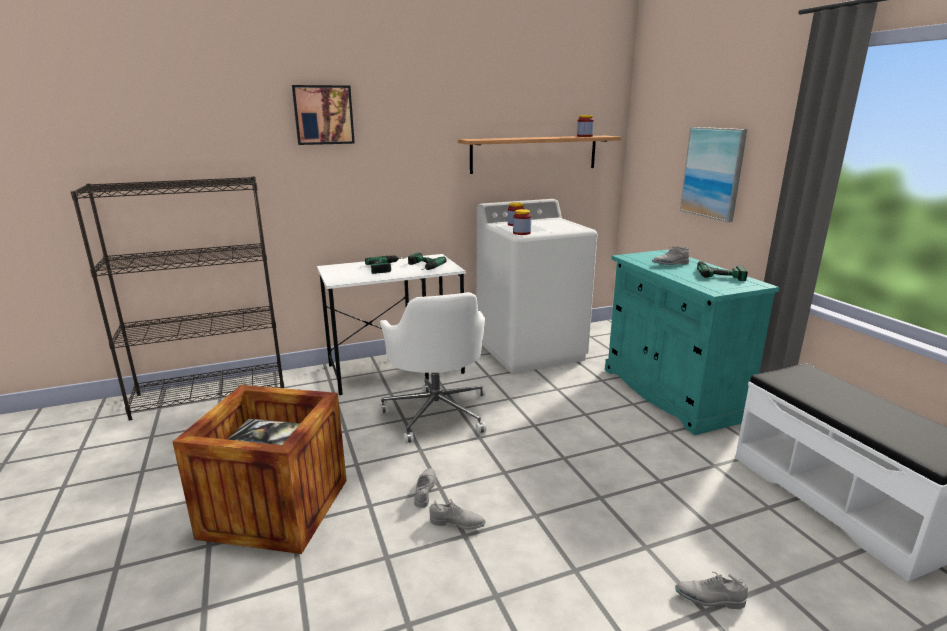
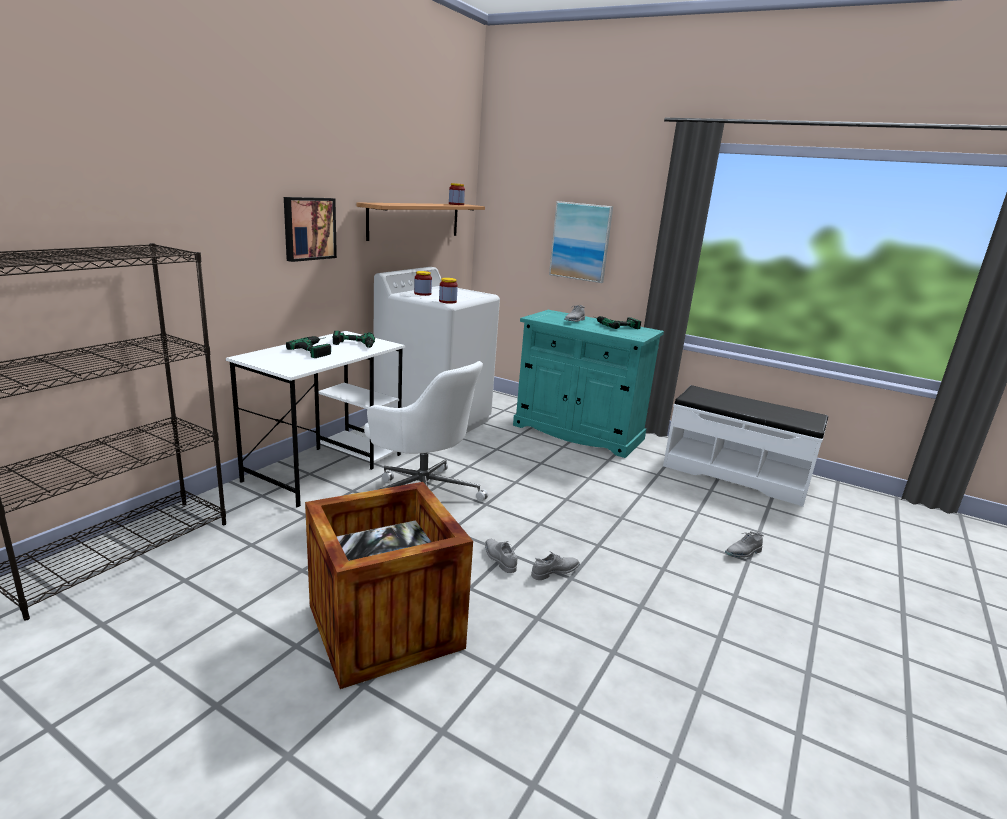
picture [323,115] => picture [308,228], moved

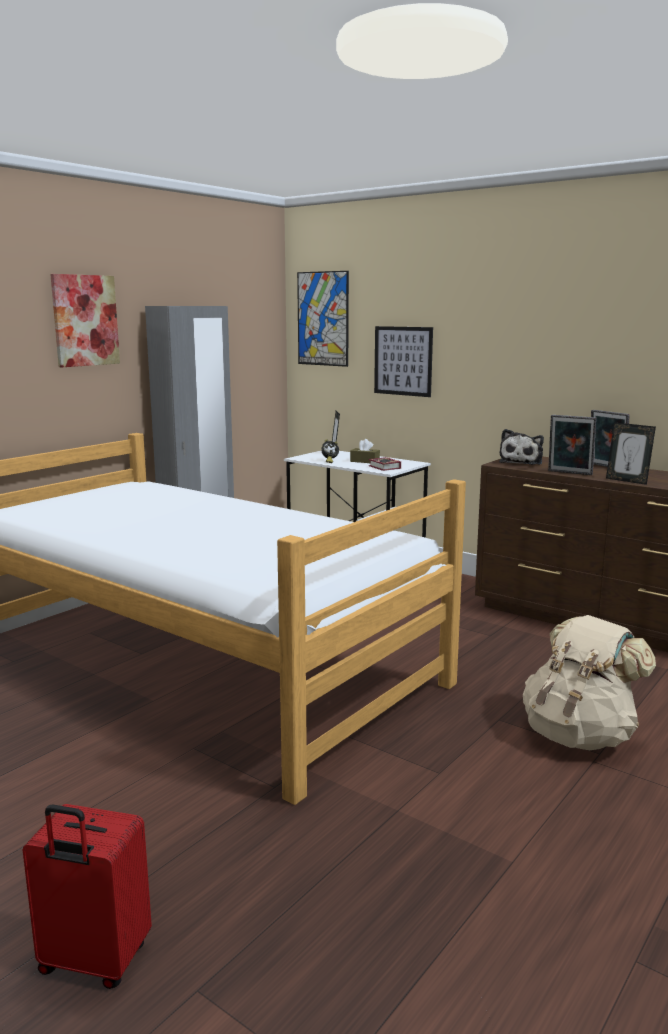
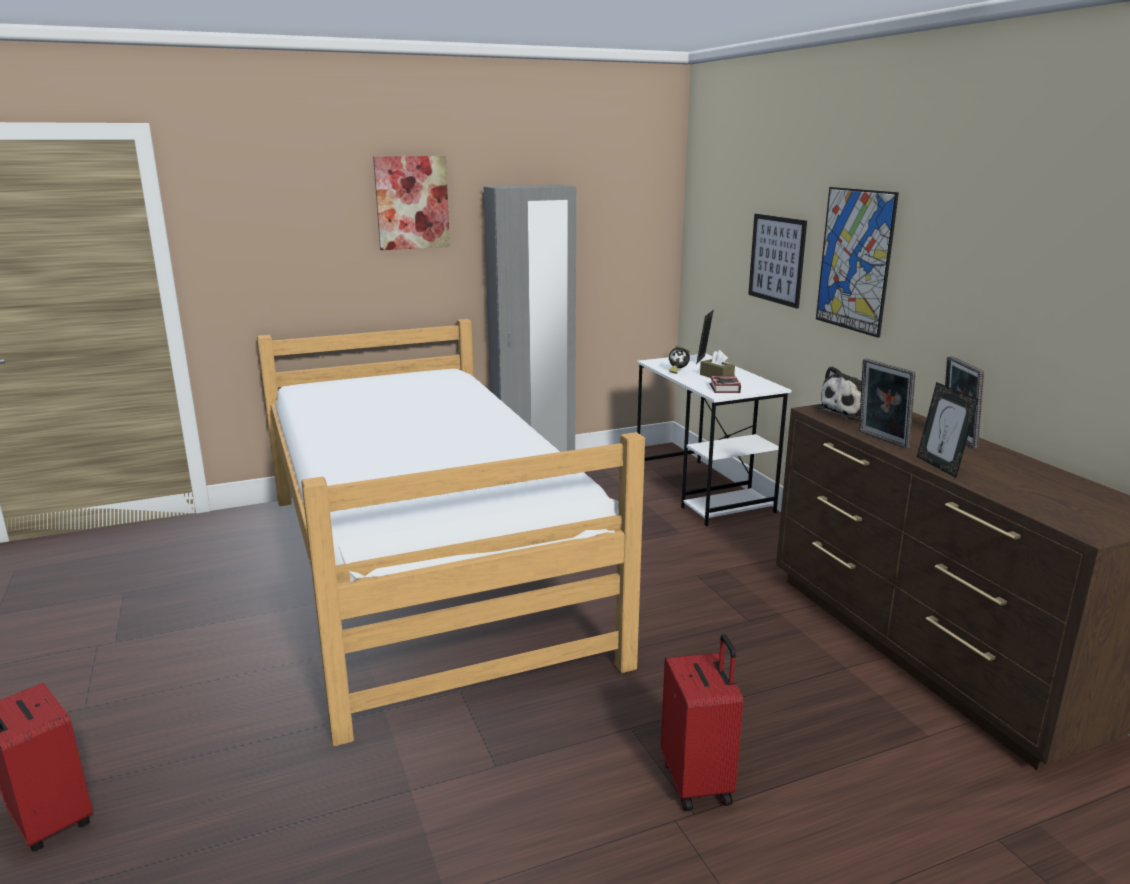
beige backpack [579,735] => red suitcase [698,782]
picture [323,319] => picture [855,260], moved

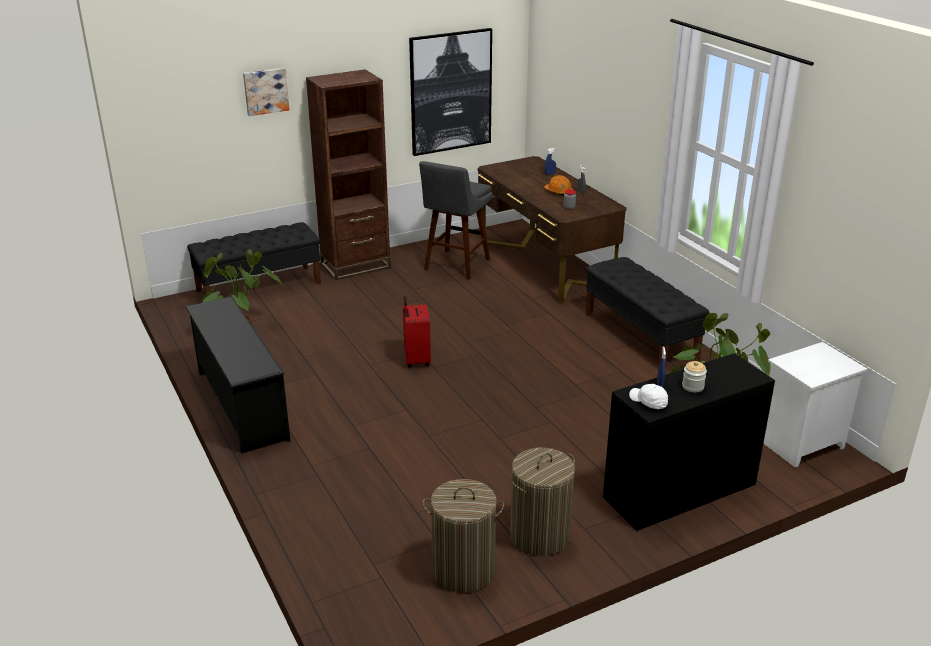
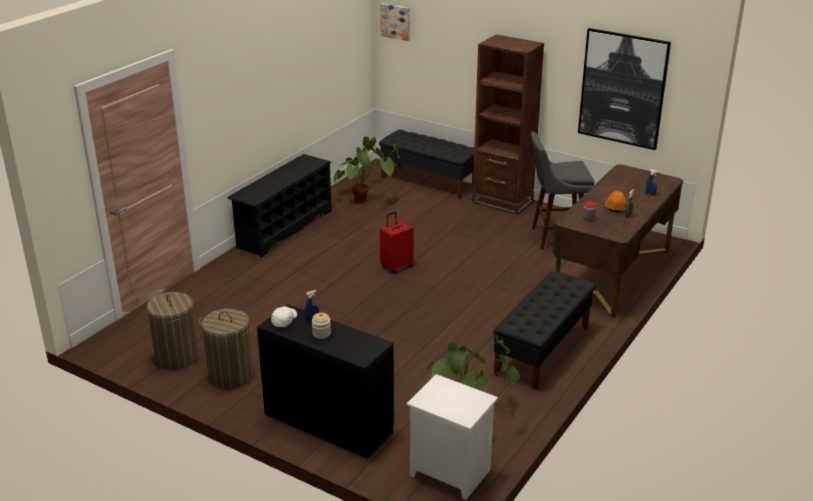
picture [265,91] => picture [396,21], moved

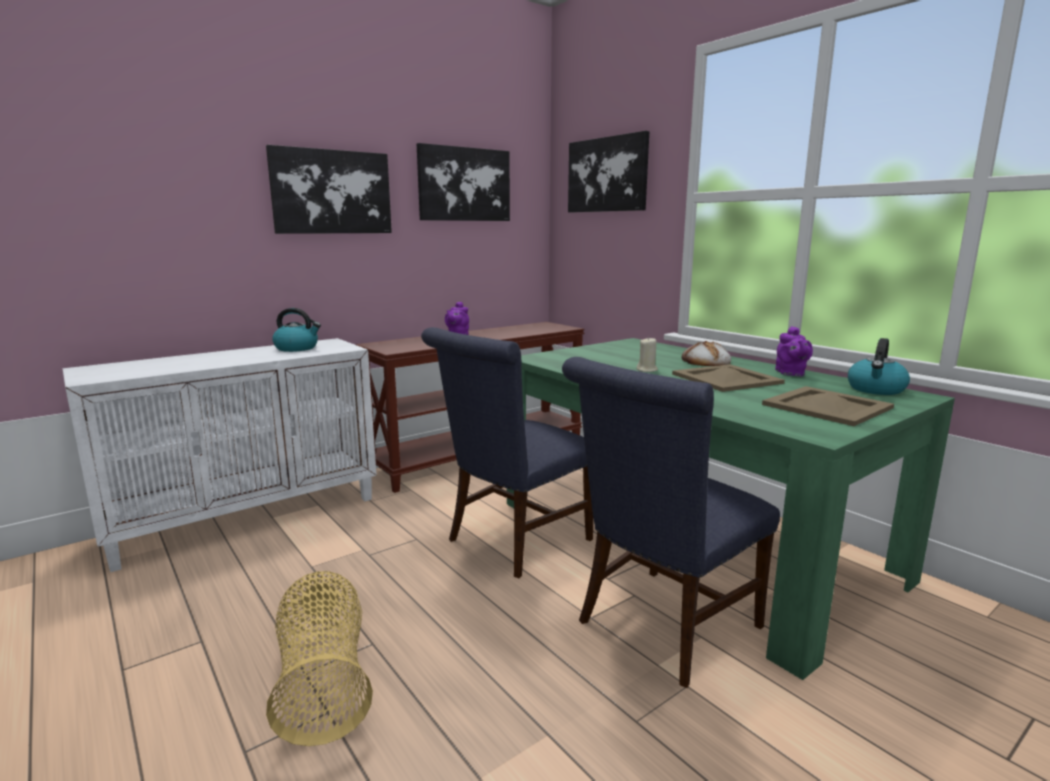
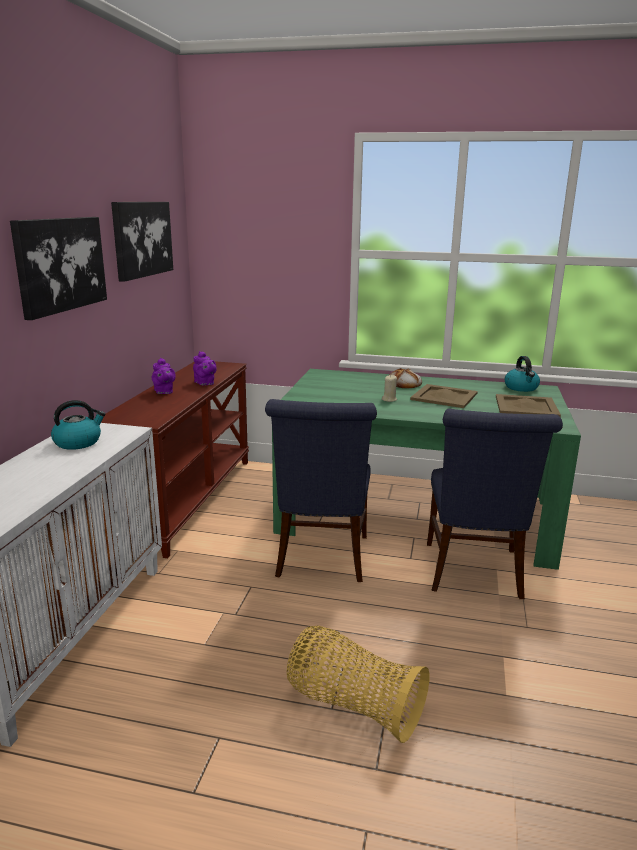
purple teapot [790,373] => purple teapot [205,383], moved
picture [607,175] => nothing

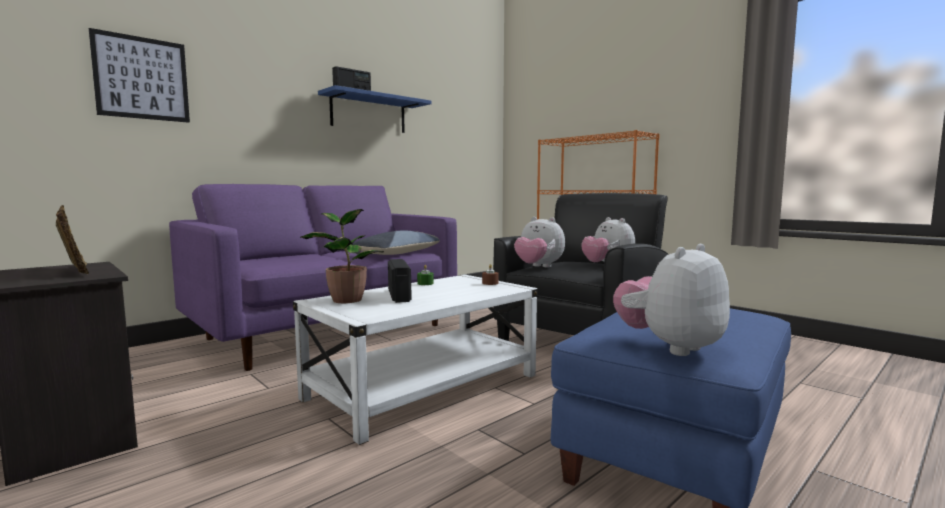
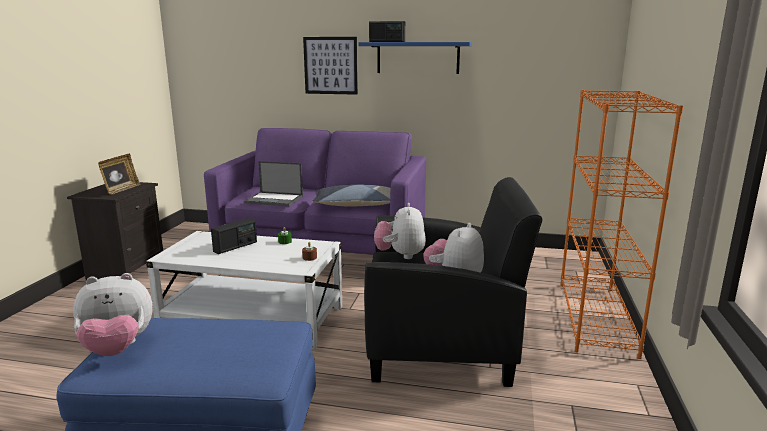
plush toy [670,347] => plush toy [117,348], 150 degrees clockwise
nothing => laptop [275,199]
picture [142,78] => picture [330,65], moved
potted plant [345,300] => nothing

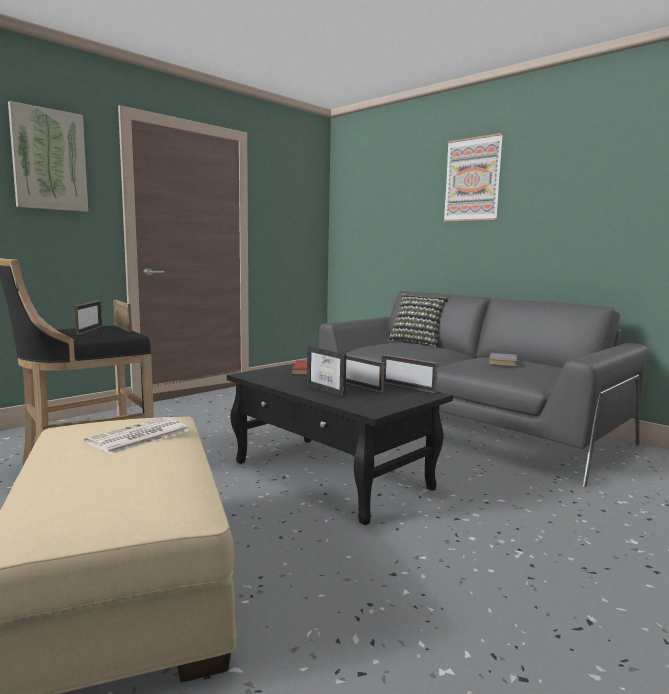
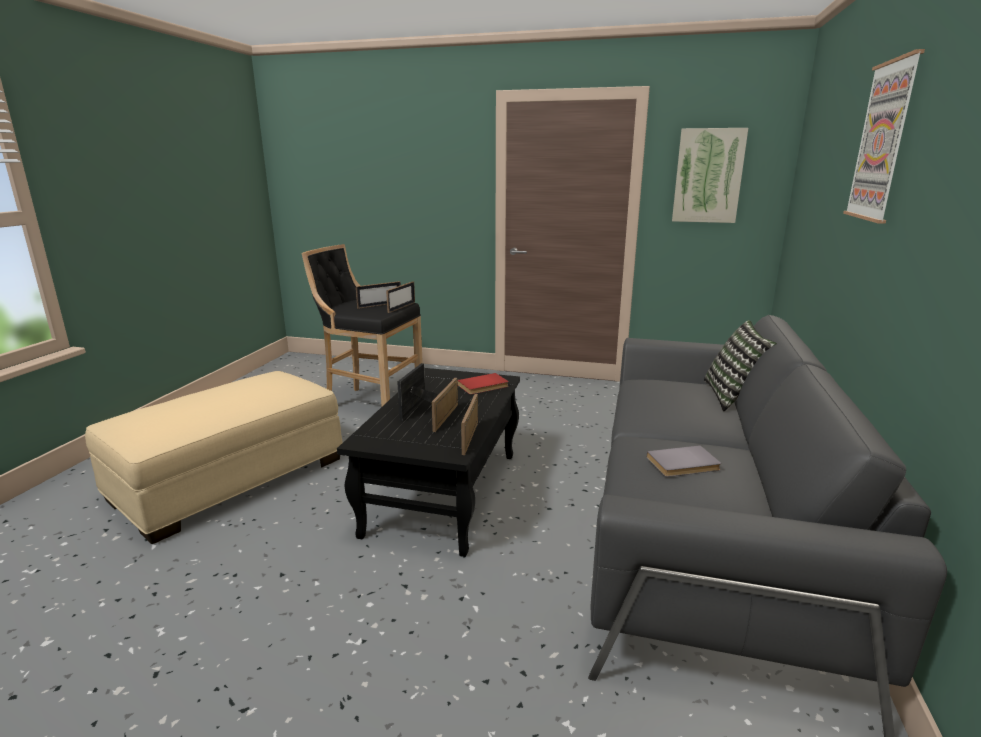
picture [49,160] => picture [708,176], moved
newspaper [138,437] => nothing

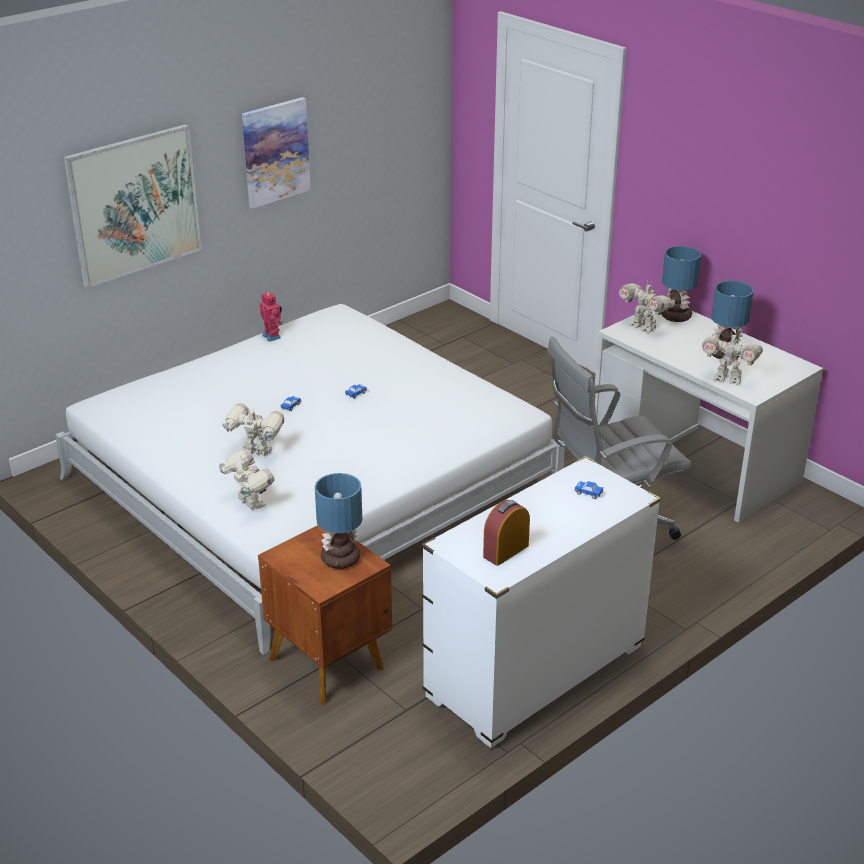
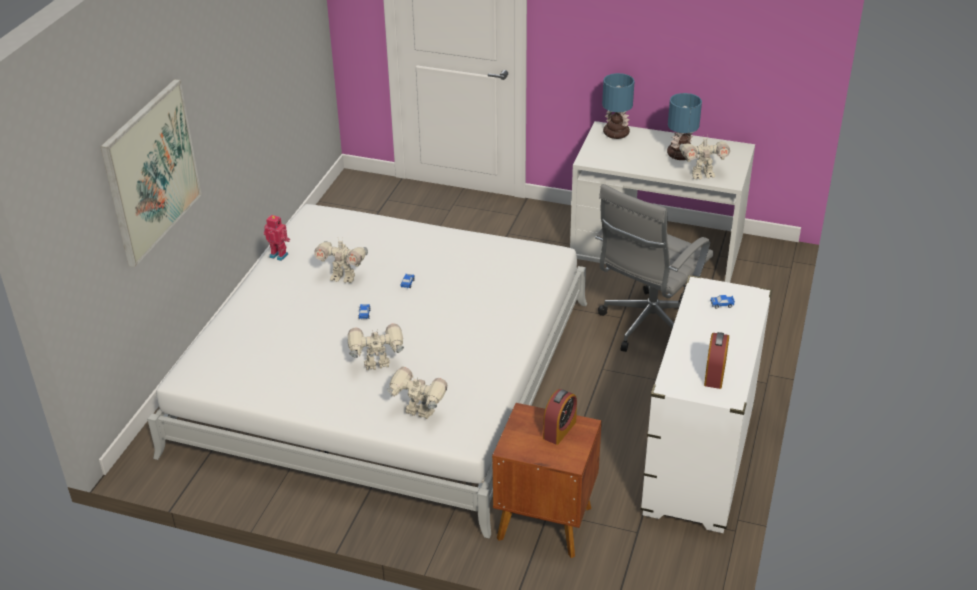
toy robot [643,326] => toy robot [343,277], moved
table lamp [341,558] => alarm clock [559,430]
picture [275,152] => nothing

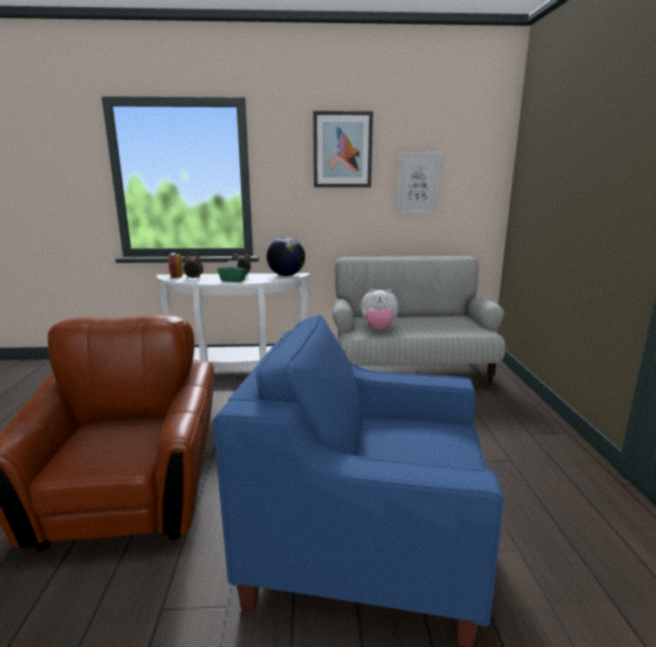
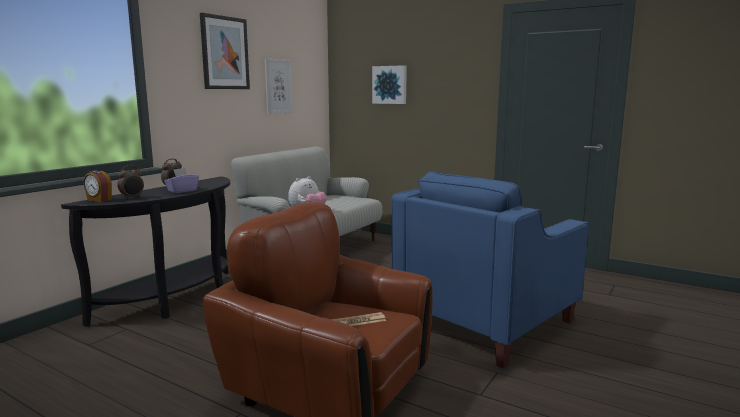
white console table [236,371] => black console table [177,300]
green tissue box [233,280] => purple tissue box [182,191]
nothing => newspaper [358,321]
nothing => picture [390,85]
globe [286,275] => nothing

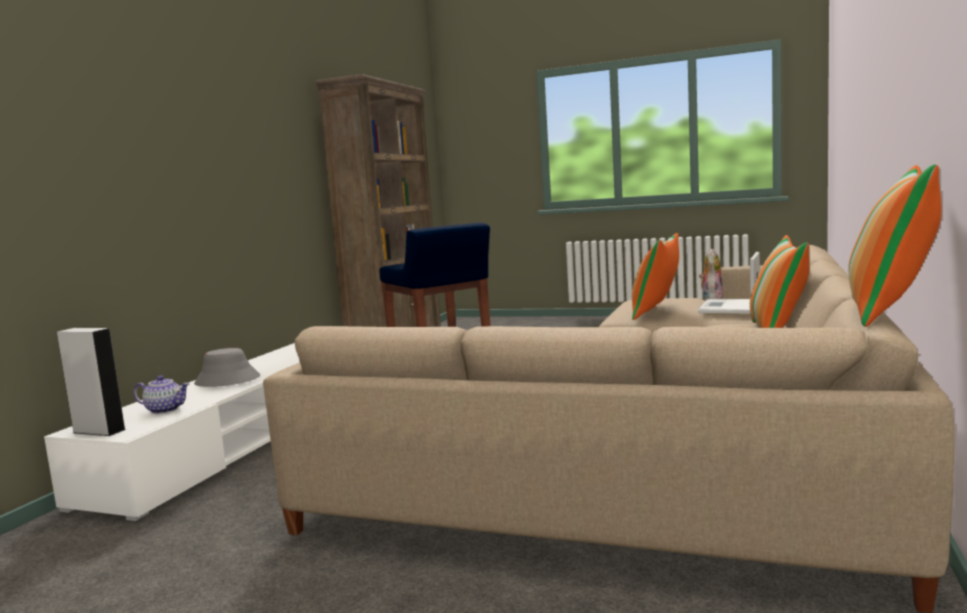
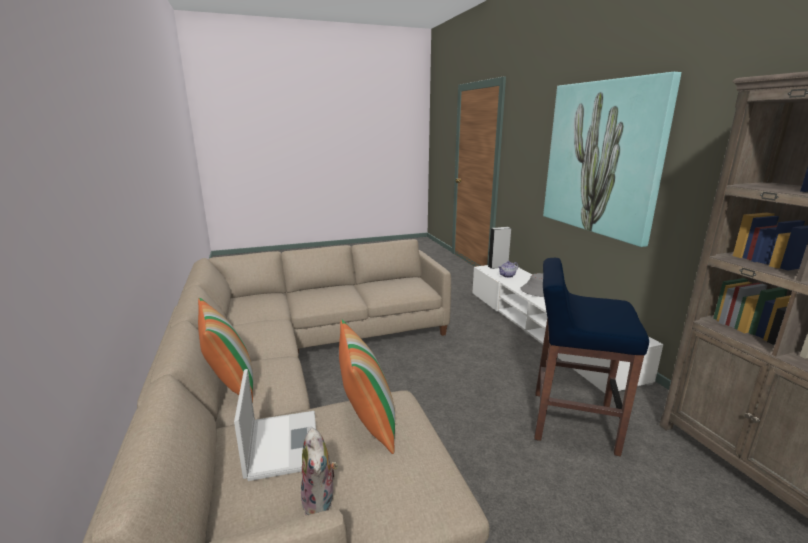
nothing => picture [602,158]
pillow [889,312] => nothing

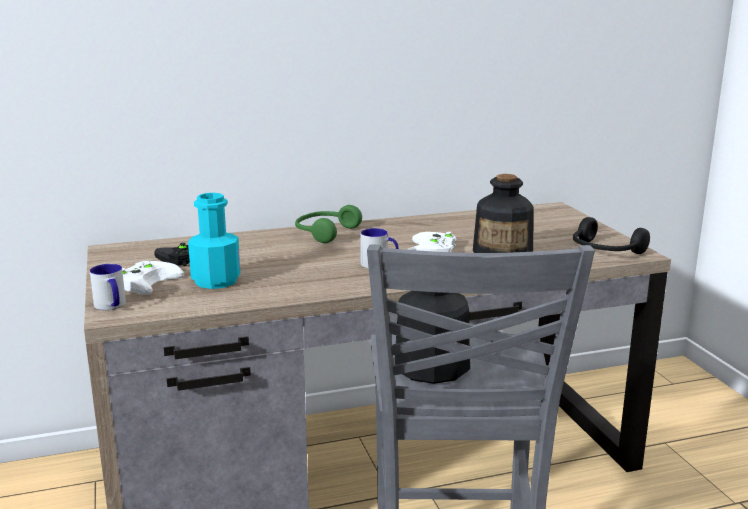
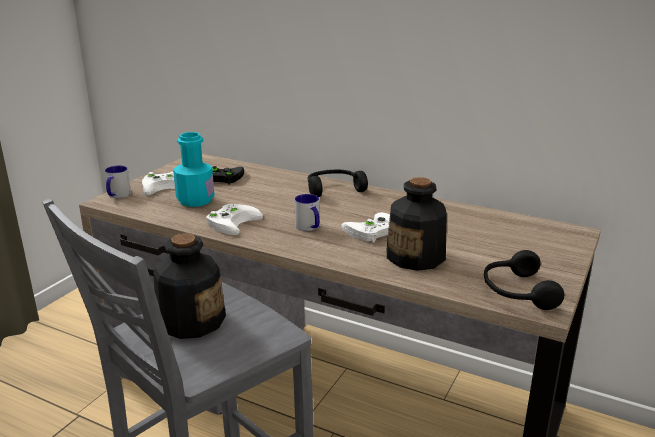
nothing => white game controller [232,221]
green headphones [324,233] => black headphones [333,189]

